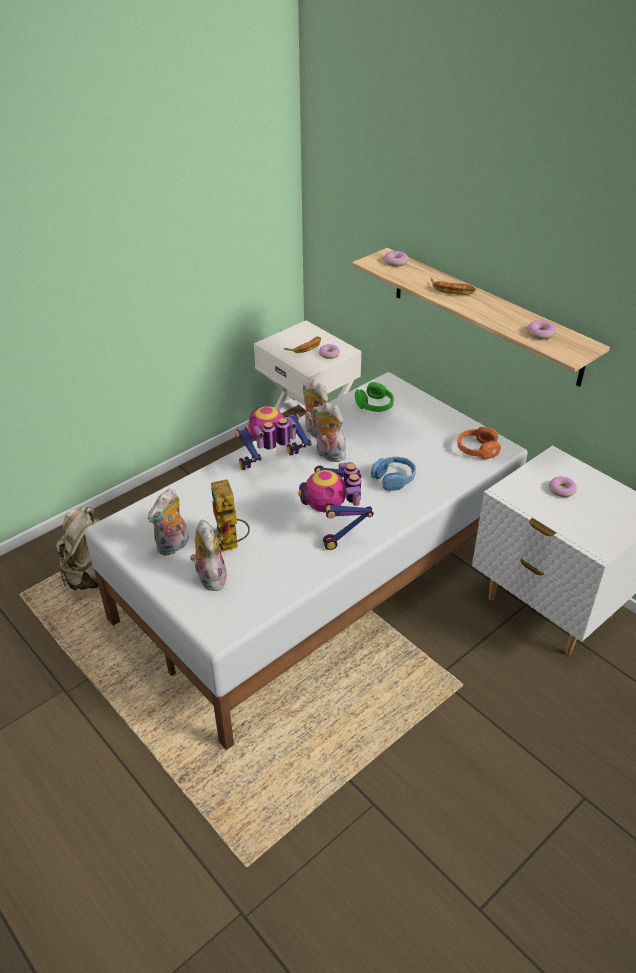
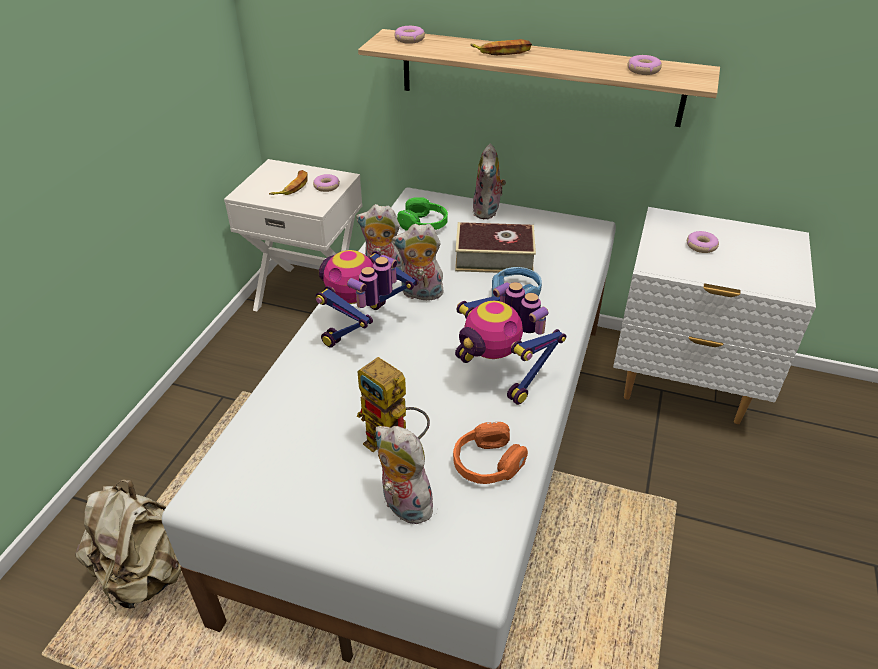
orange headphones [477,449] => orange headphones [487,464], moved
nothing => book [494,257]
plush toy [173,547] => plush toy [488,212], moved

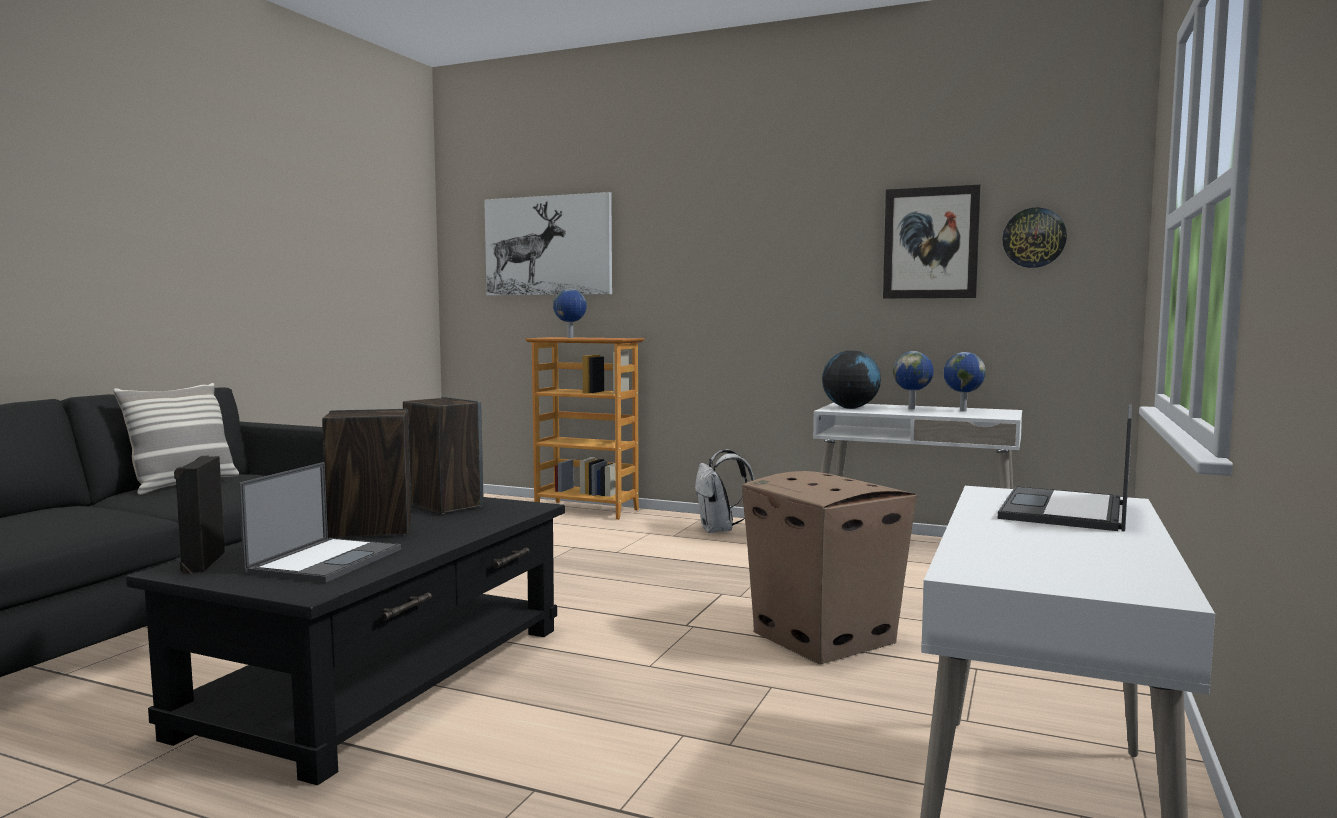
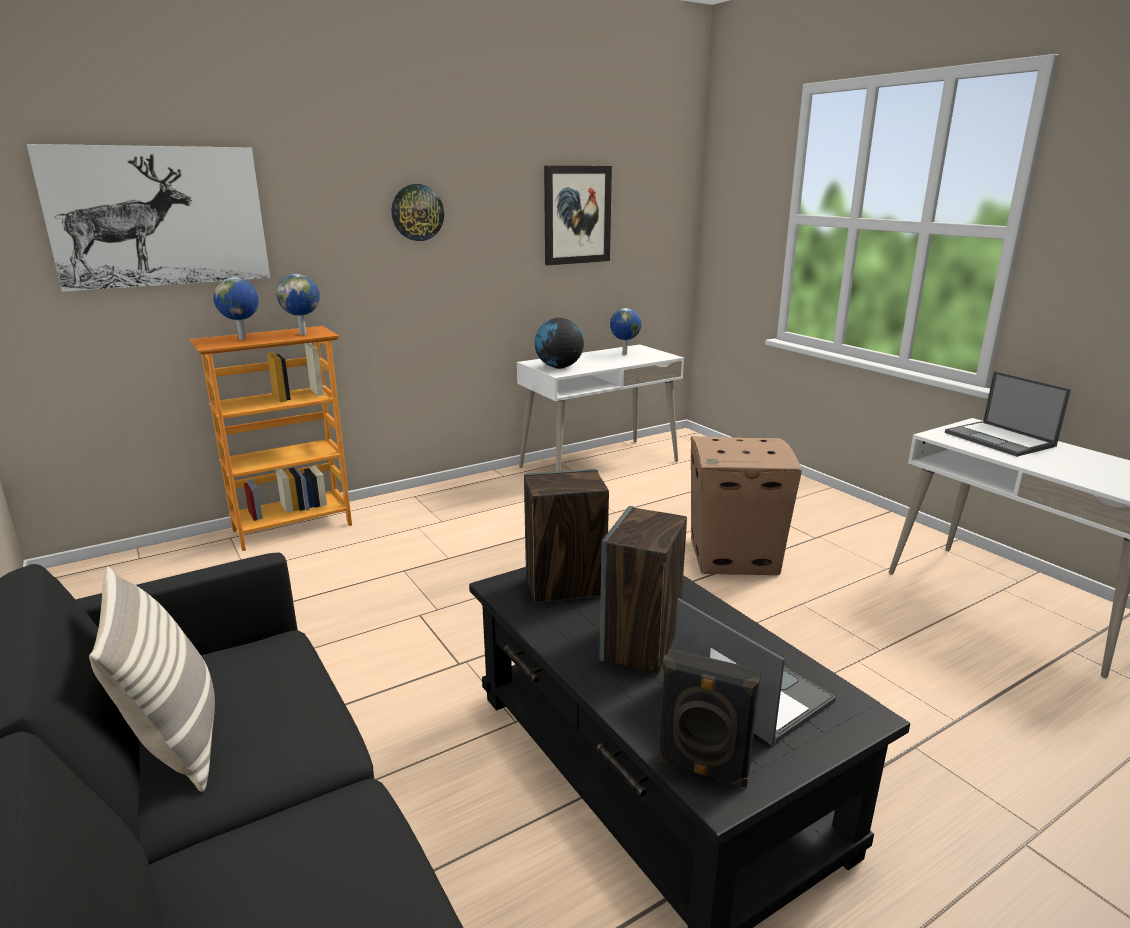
globe [912,409] => globe [304,334], moved
wall clock [1034,238] => wall clock [417,212], moved
white backpack [719,530] => nothing

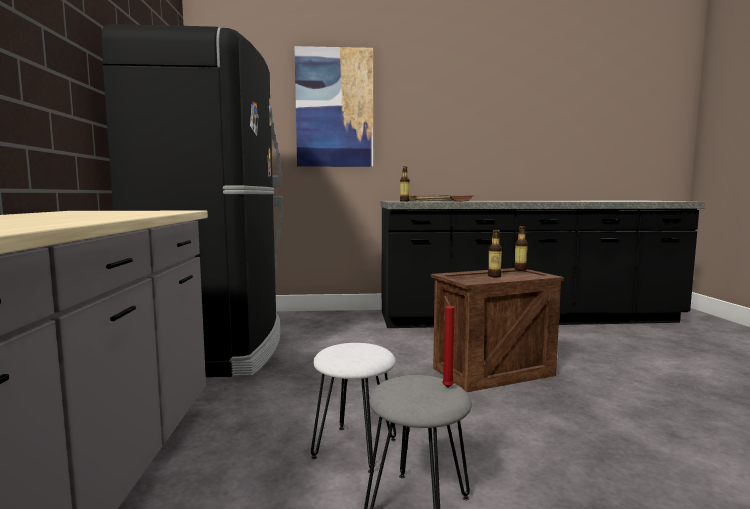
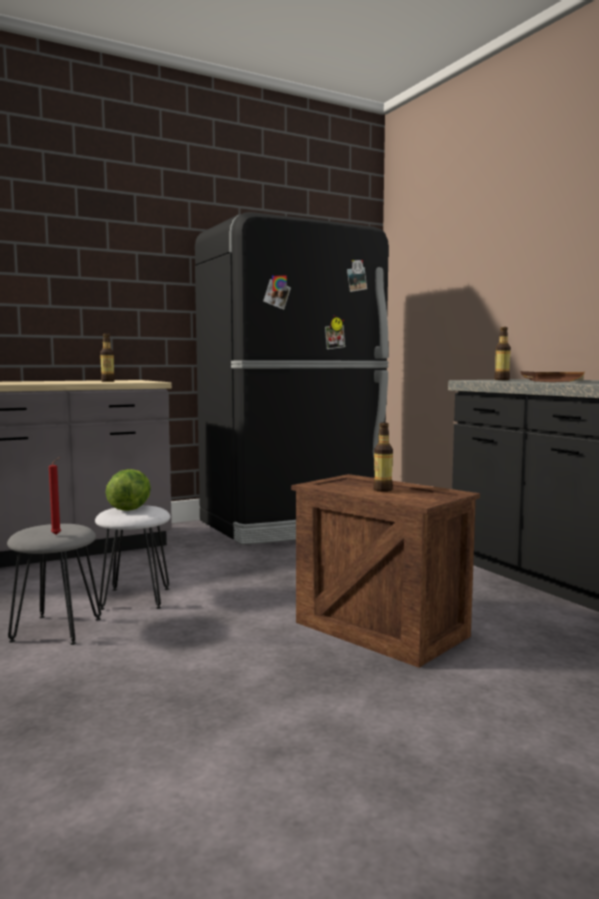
bottle [520,269] => bottle [108,381], moved
nothing => lettuce [130,509]
picture [334,108] => nothing

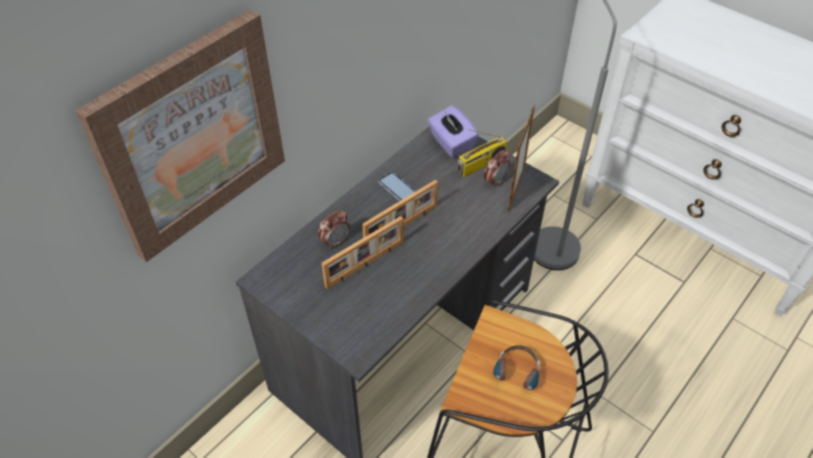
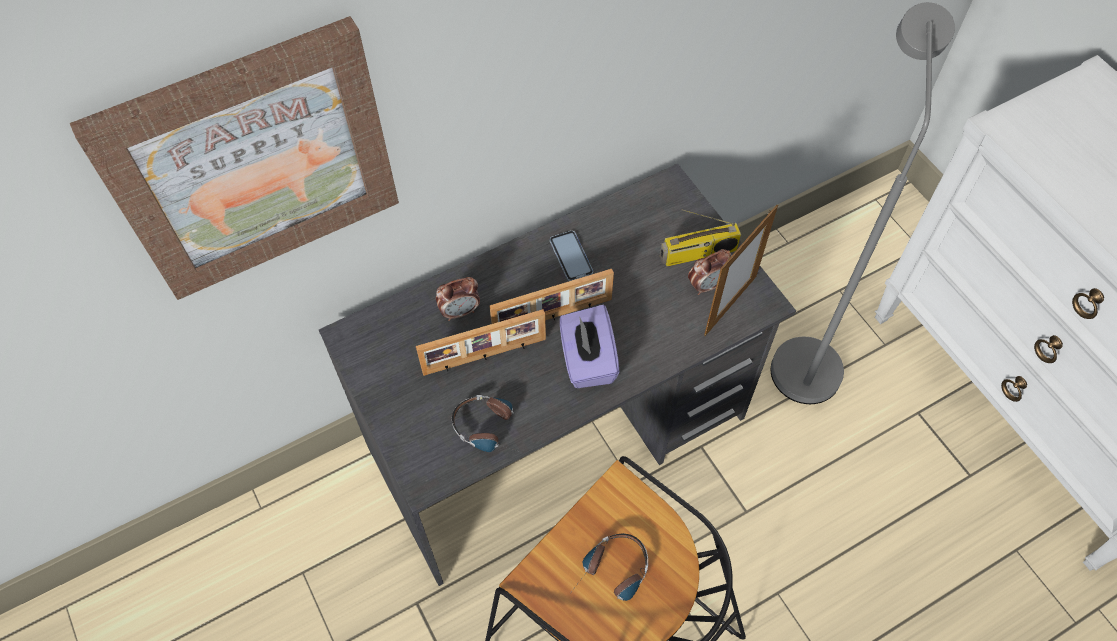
nothing => headphones [493,429]
purple tissue box [451,143] => purple tissue box [587,360], moved

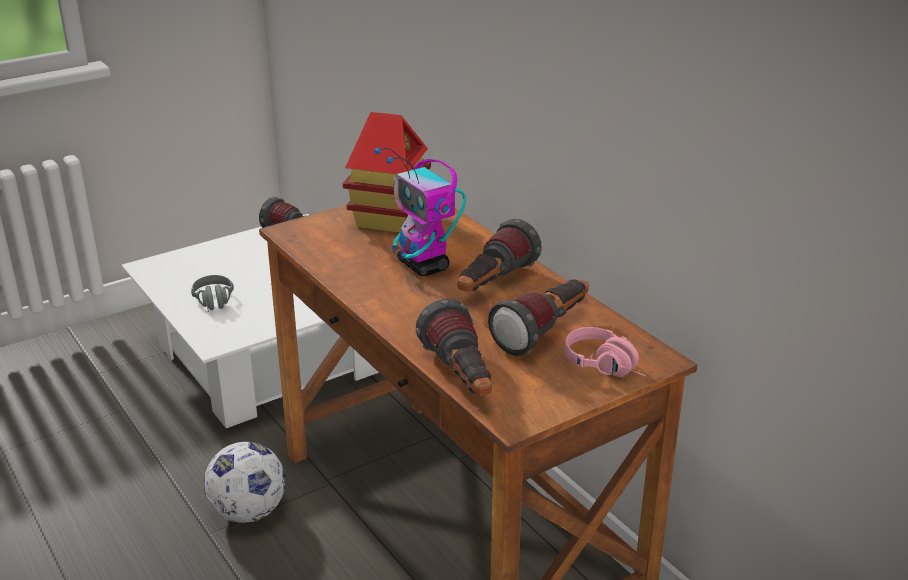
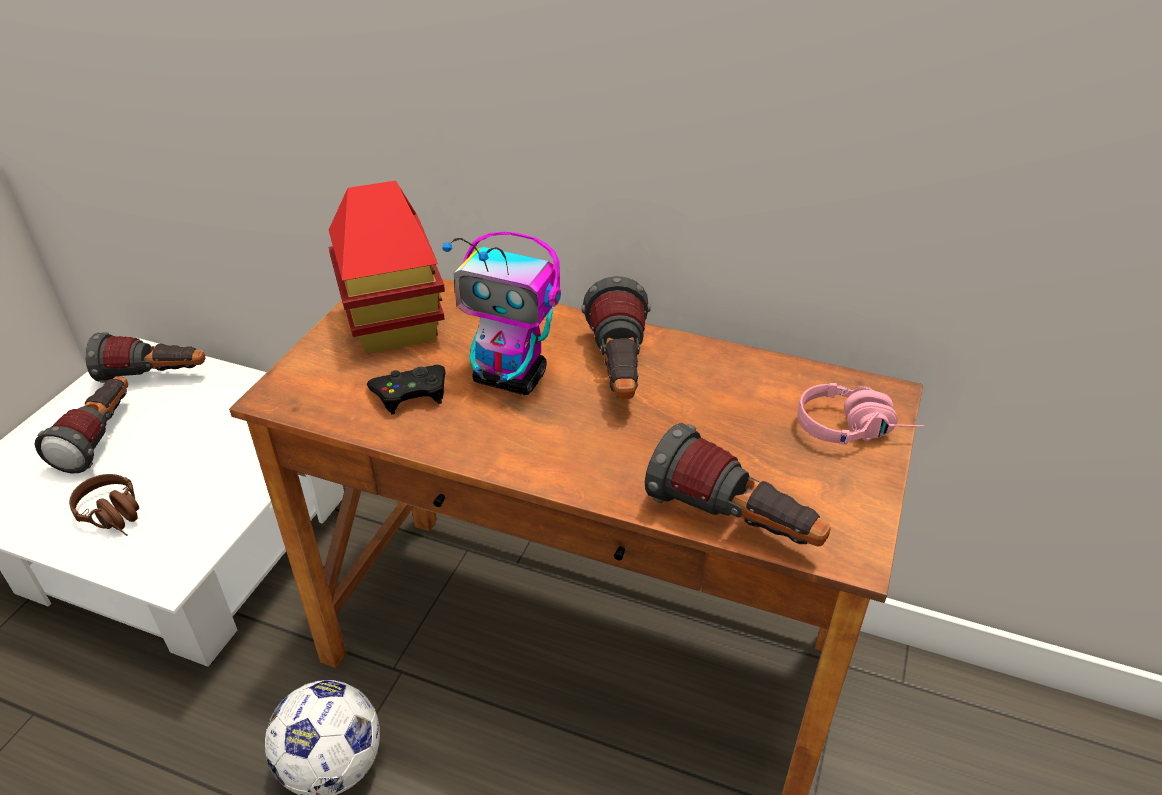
flashlight [544,332] => flashlight [101,437], moved
grey headphones [215,304] => brown headphones [117,517]
nothing => black game controller [411,393]

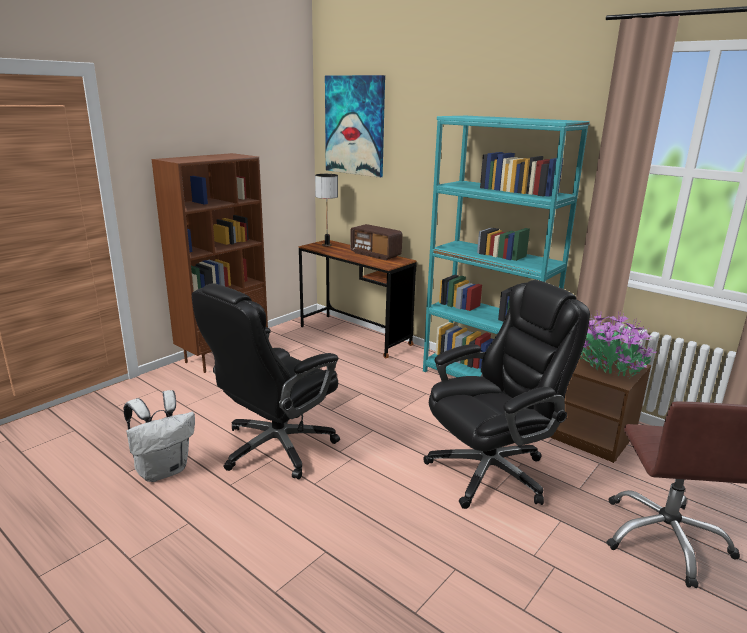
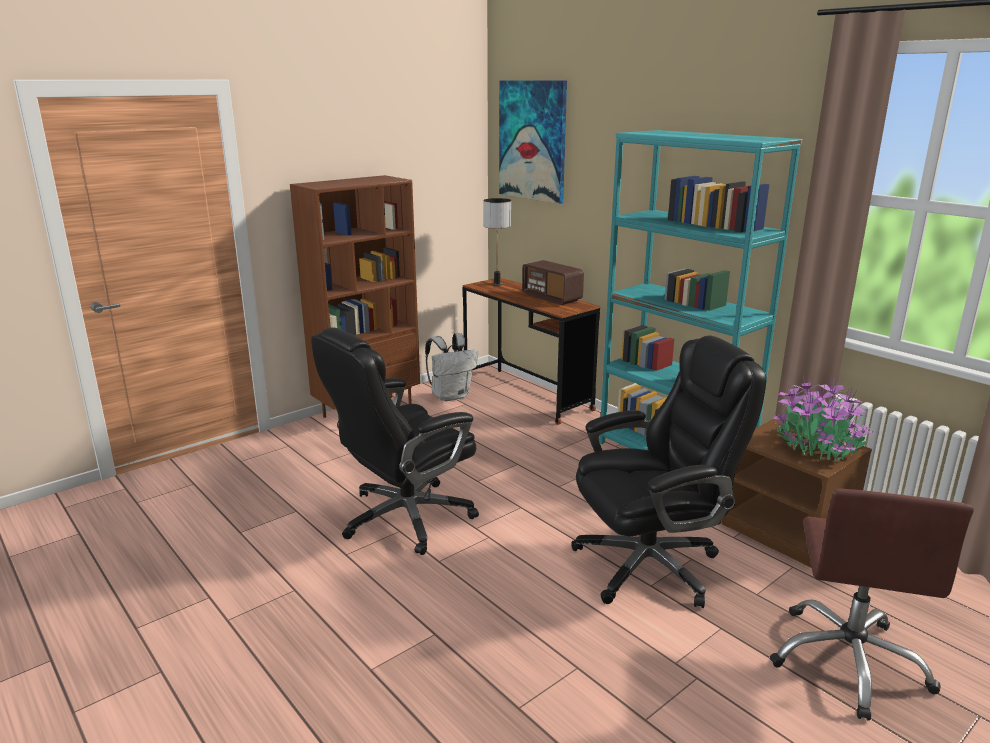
white backpack [163,470] => white backpack [451,396], moved

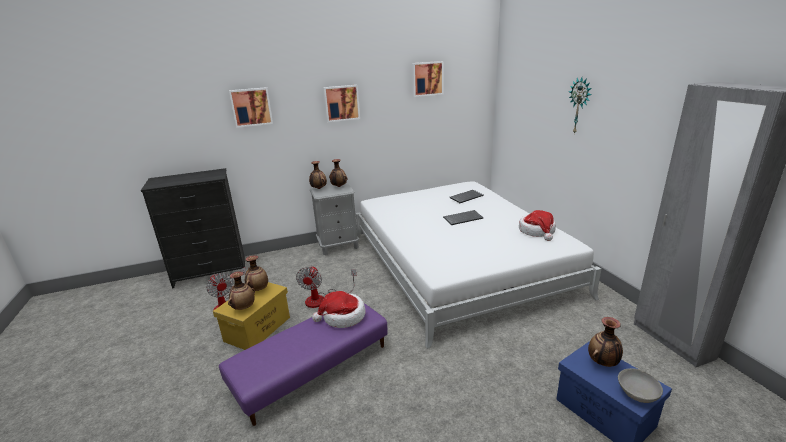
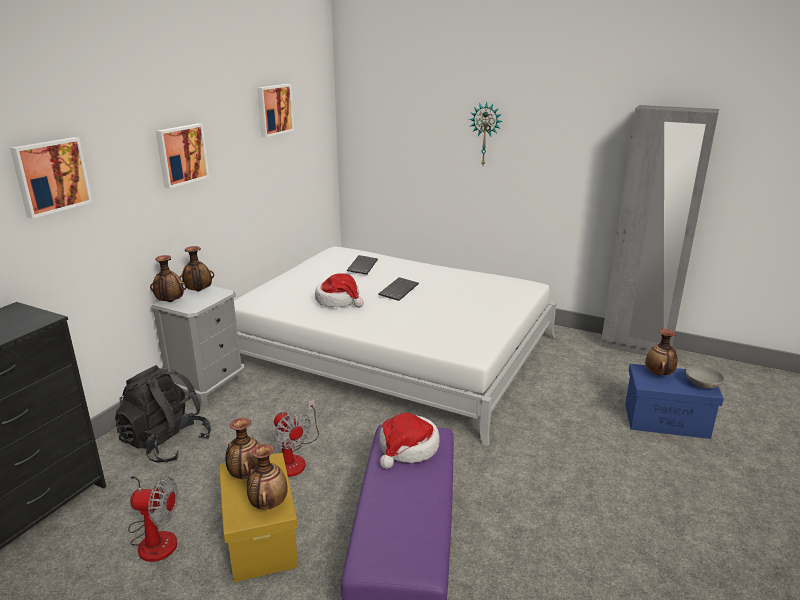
nothing => black backpack [166,443]
hat [537,231] => hat [339,300], moved

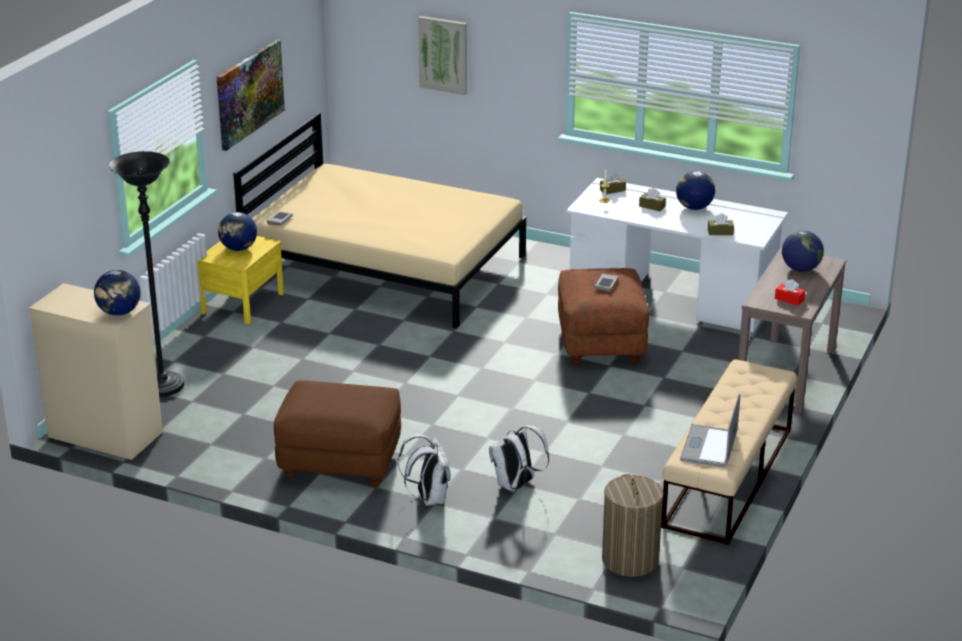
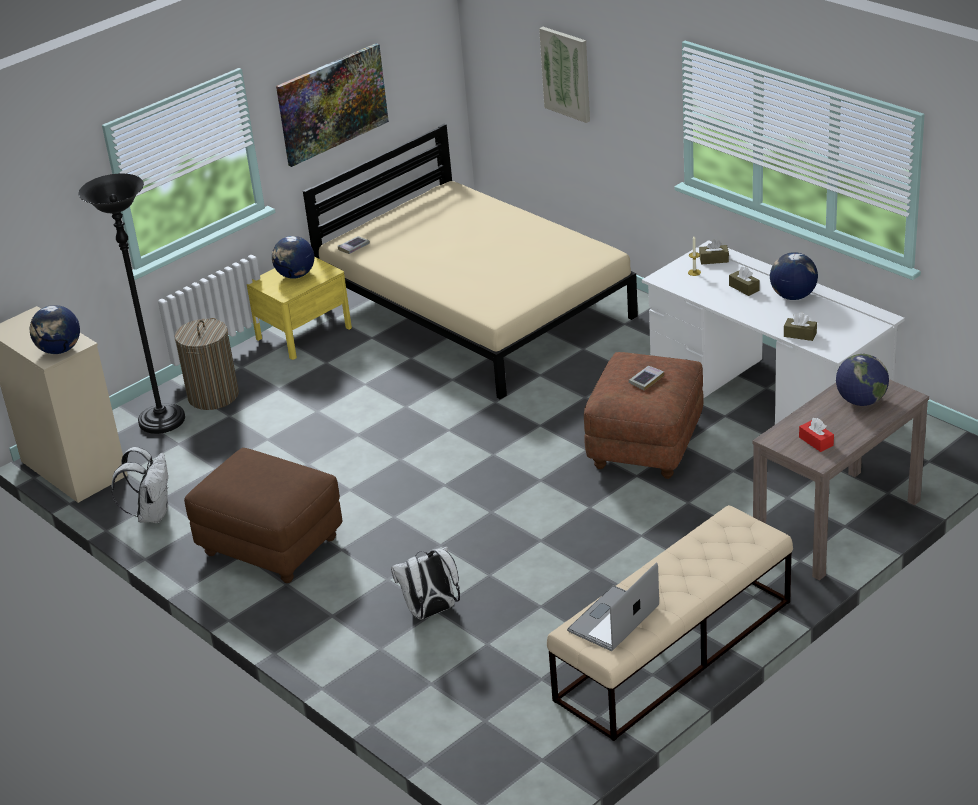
white backpack [429,498] => white backpack [152,514], moved
laundry basket [630,560] => laundry basket [213,396], moved

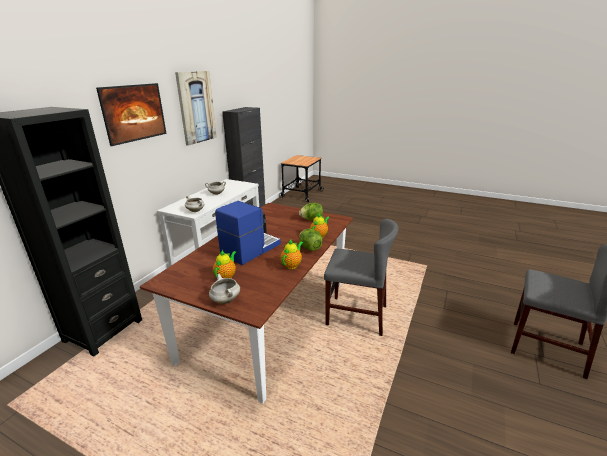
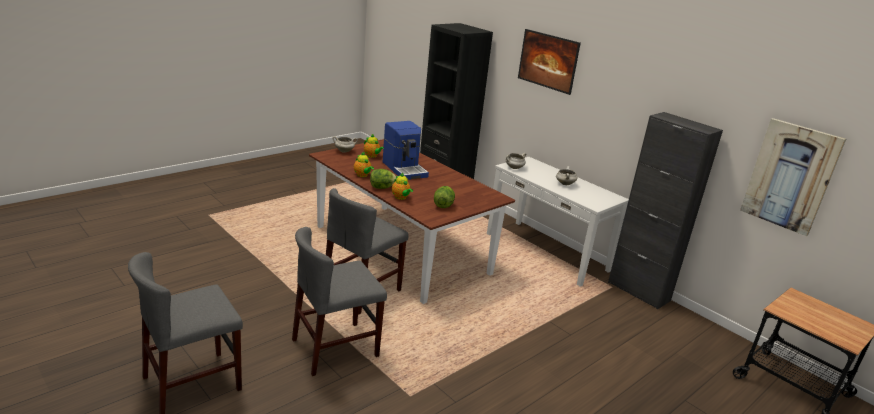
nothing => grey chair [335,348]
picture [196,107] => picture [790,176], moved

